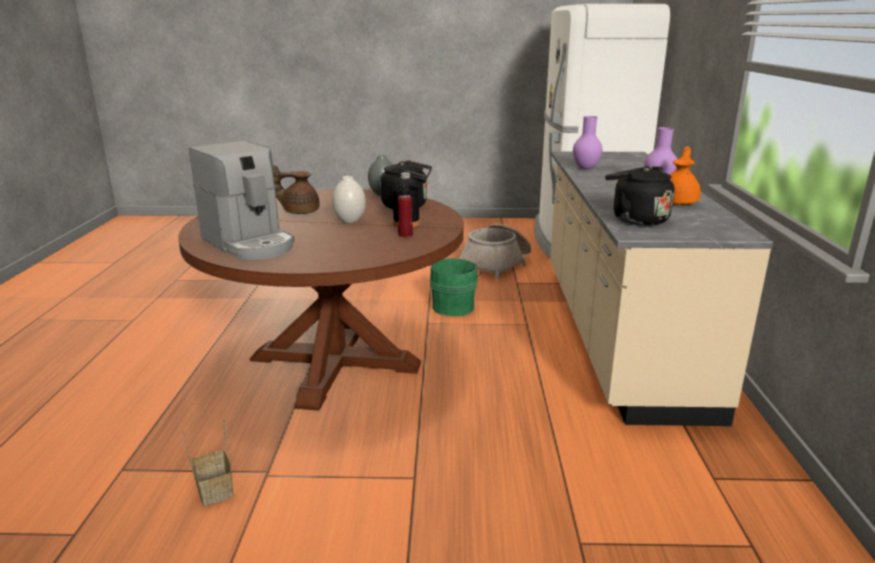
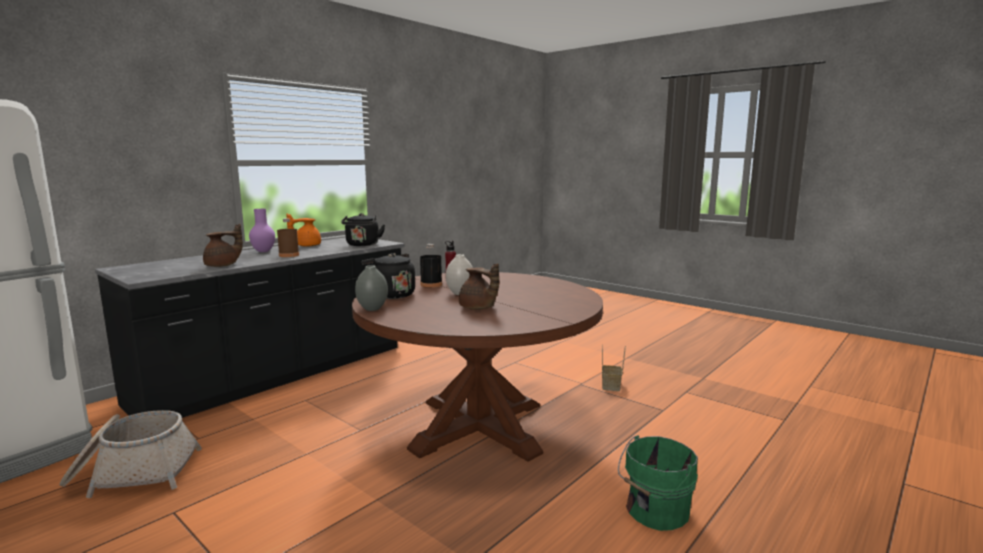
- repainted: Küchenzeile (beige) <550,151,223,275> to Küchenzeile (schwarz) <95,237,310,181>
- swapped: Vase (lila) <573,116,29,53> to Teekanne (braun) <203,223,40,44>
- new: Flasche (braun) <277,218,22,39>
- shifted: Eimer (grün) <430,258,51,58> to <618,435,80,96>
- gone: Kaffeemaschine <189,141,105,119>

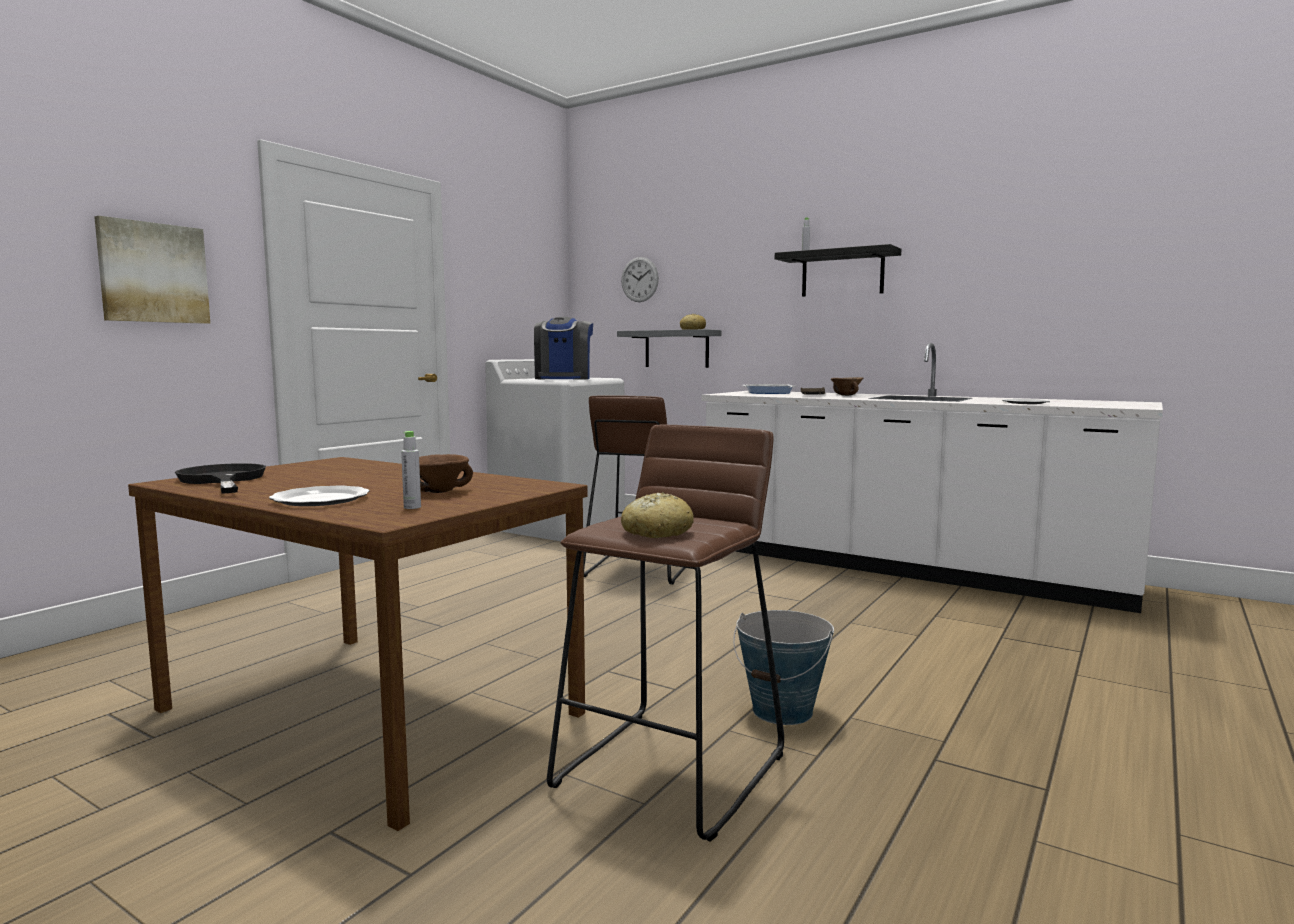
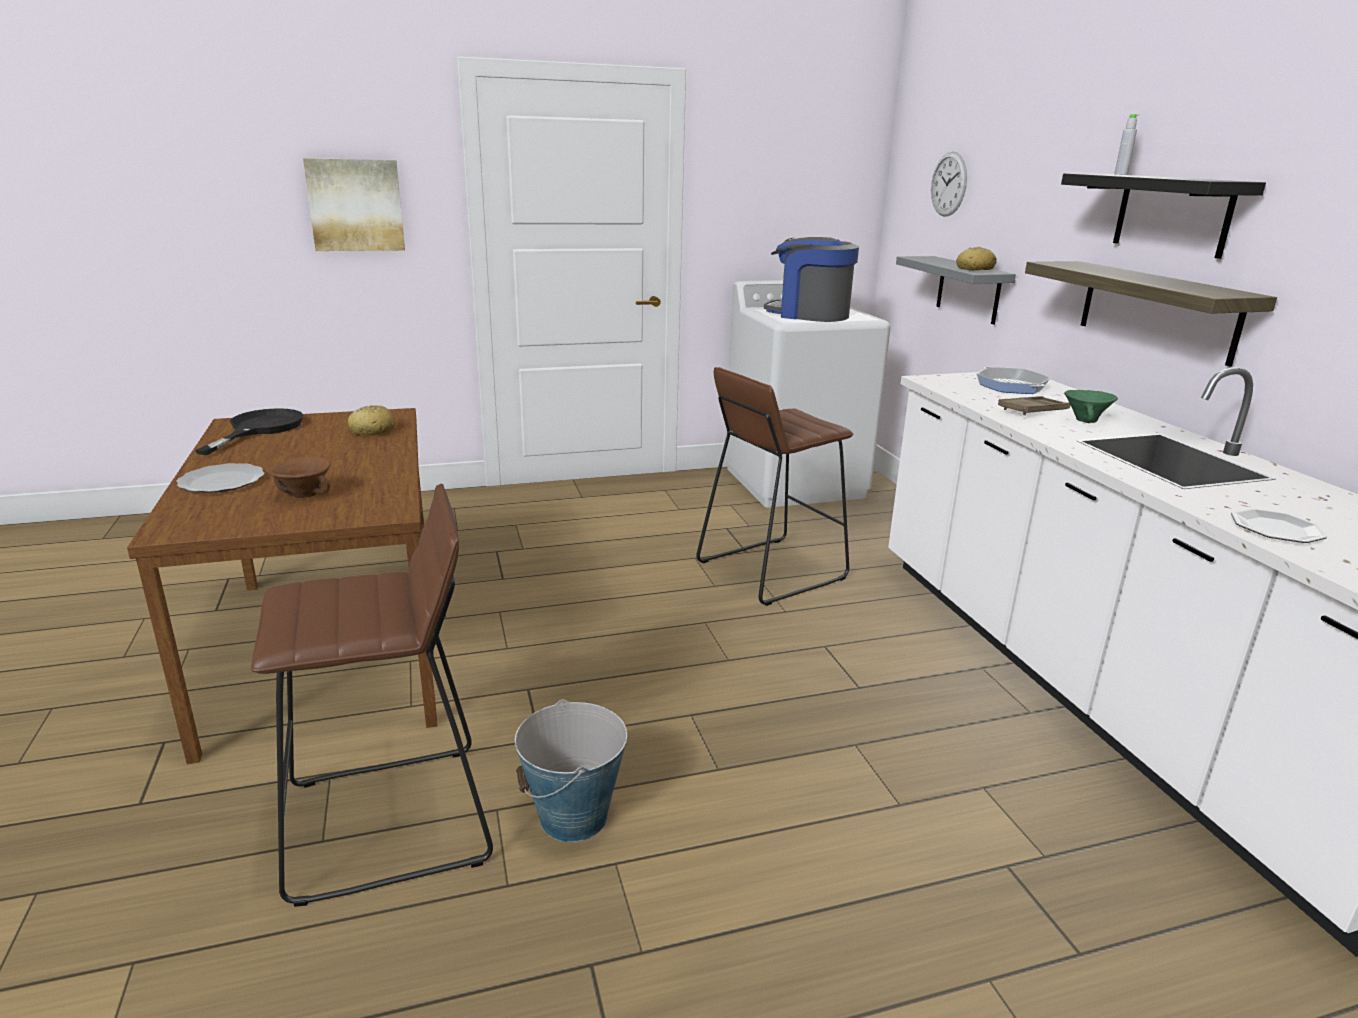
- shifted: Brot <621,492,73,46> to <348,405,46,31>
- rotated: Kaffeemaschine <534,317,59,63> = <764,237,95,85> 75 degrees clockwise
- new: Wandregal <1025,261,252,106>
- repainted: Schüssel (braun) <831,377,32,19> to Schüssel (grün) <1064,390,54,33>
- gone: Flasche (grau) <401,431,20,78>

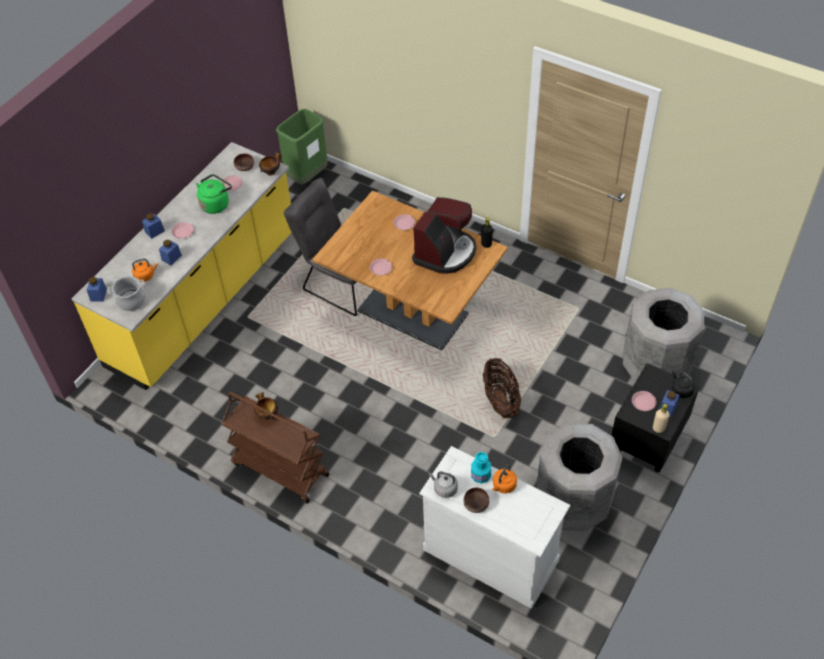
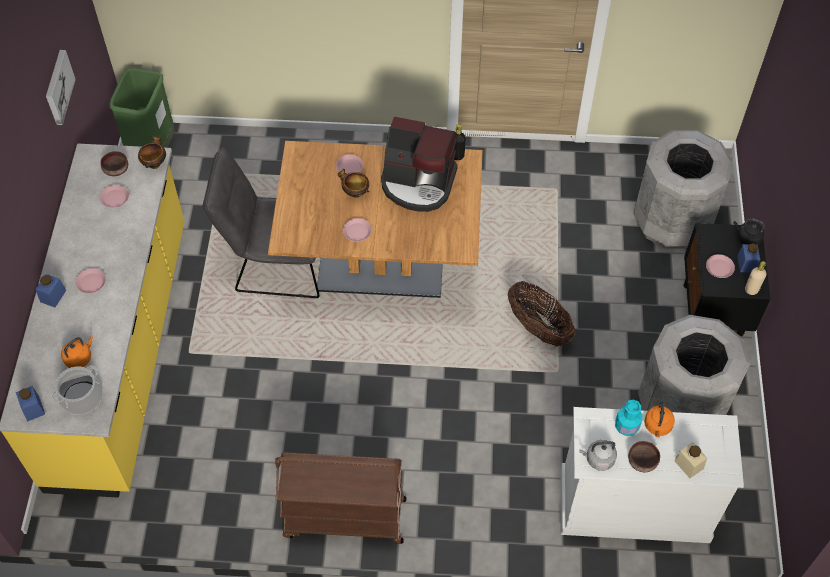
- new: Bild <46,50,30,75>
- shifted: Schüssel <254,392,24,28> to <338,169,31,29>
- rotated: Kaffeemaschine <412,197,64,77> = <381,117,77,95> 105 degrees clockwise
- new: Vorratsglas (beige) <675,442,32,36>
- gone: Vorratsglas (blau) <159,240,23,25>
- gone: Wasserkessel (grün) <196,174,36,40>

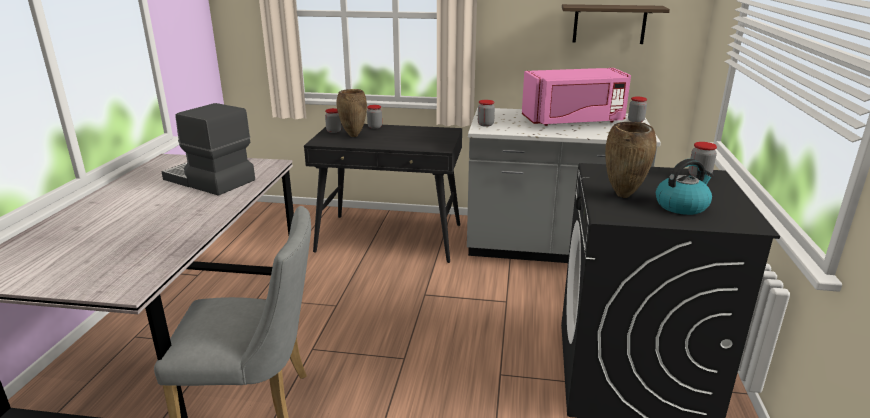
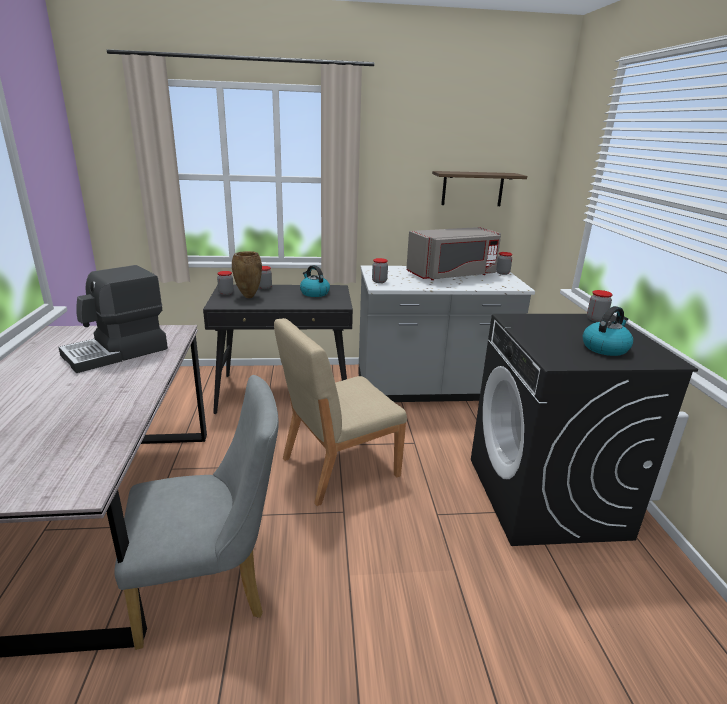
- rotated: Kaffeemaschine <161,103,94,93> = <58,265,110,108> 60 degrees counterclockwise
- new: Stuhl (beige) <274,318,133,188>
- new: Wasserkessel <300,265,30,32>
- repainted: Mikrowelle (rosa) <522,68,109,58> to Mikrowelle (grau) <406,227,95,53>
- gone: Vase (braun) <605,122,52,76>

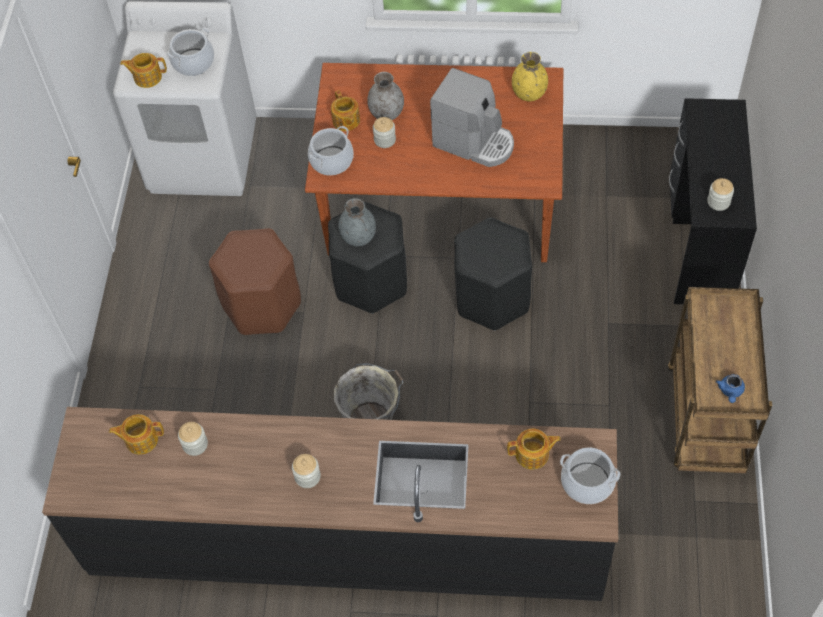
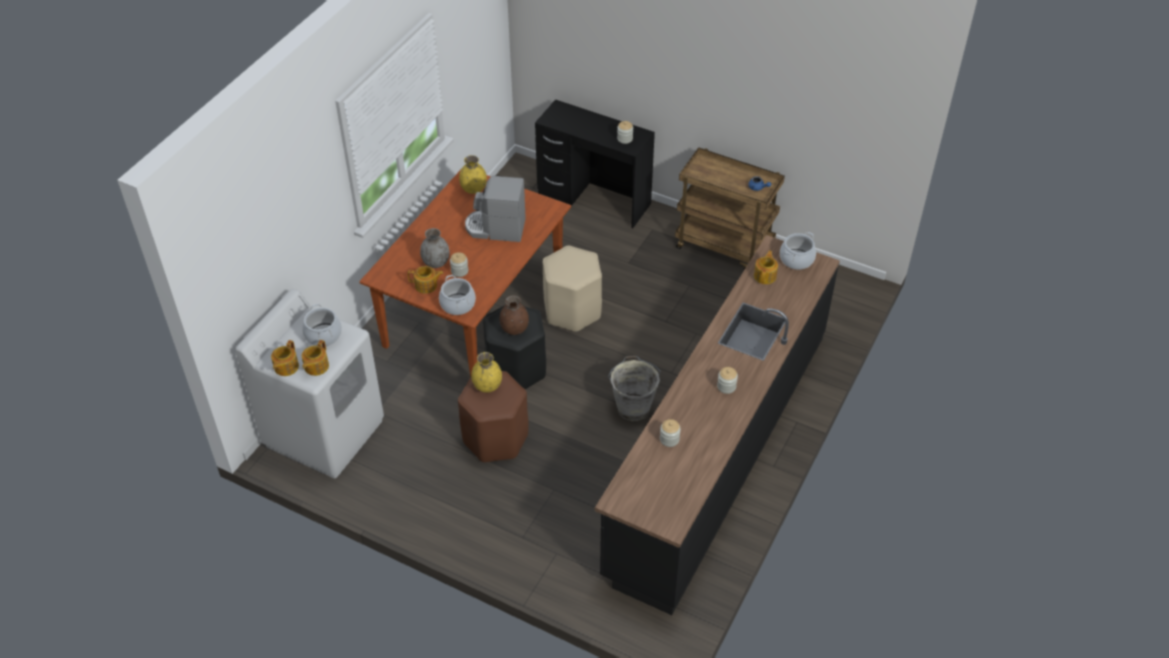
- shifted: Teekanne <109,414,55,41> to <271,340,28,36>
- rotated: Kaffeemaschine <430,68,84,99> = <465,176,61,66> 135 degrees counterclockwise
- new: Vase (gelb) <471,352,31,41>
- repainted: Vase (grau) <338,198,38,48> to Vase (braun) <499,295,30,40>
- repainted: Hocker (schwarz) <454,217,78,114> to Hocker (beige) <543,246,59,86>

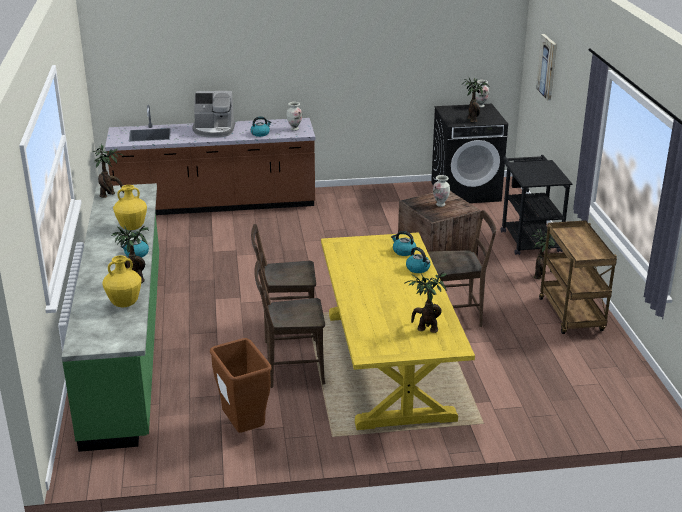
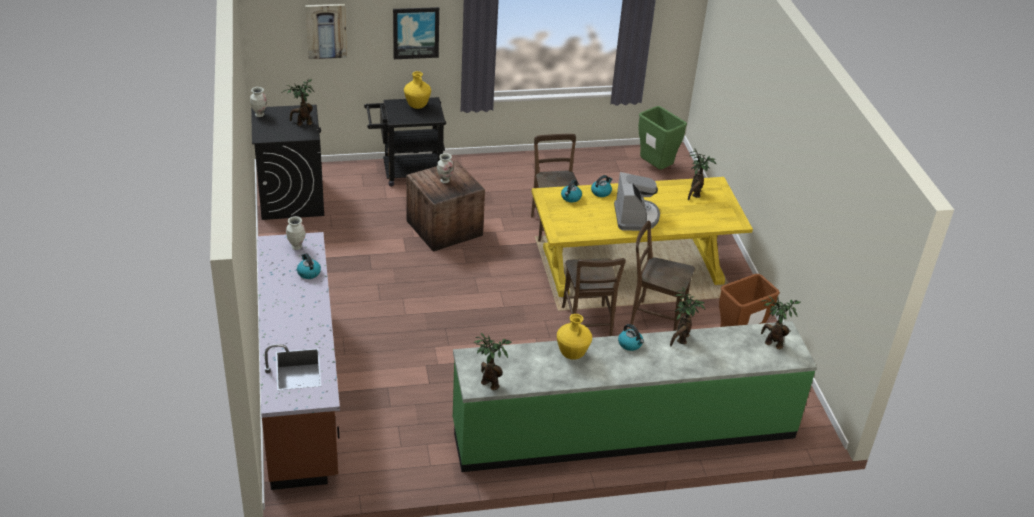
- new: Bild <393,7,46,52>
- shifted: Vase (gelb) <102,255,40,53> to <404,71,27,38>
- shifted: Kaffeemaschine <192,91,43,47> to <614,172,46,59>
- rotated: Stuhl (braun) <254,261,72,127> = <630,221,65,110> 120 degrees clockwise
- new: Mülleimer (grün) <639,106,48,63>
- shifted: Topfpflanze <531,229,25,50> to <761,296,39,53>
- gone: Rollwagen (braun) <539,220,78,114>

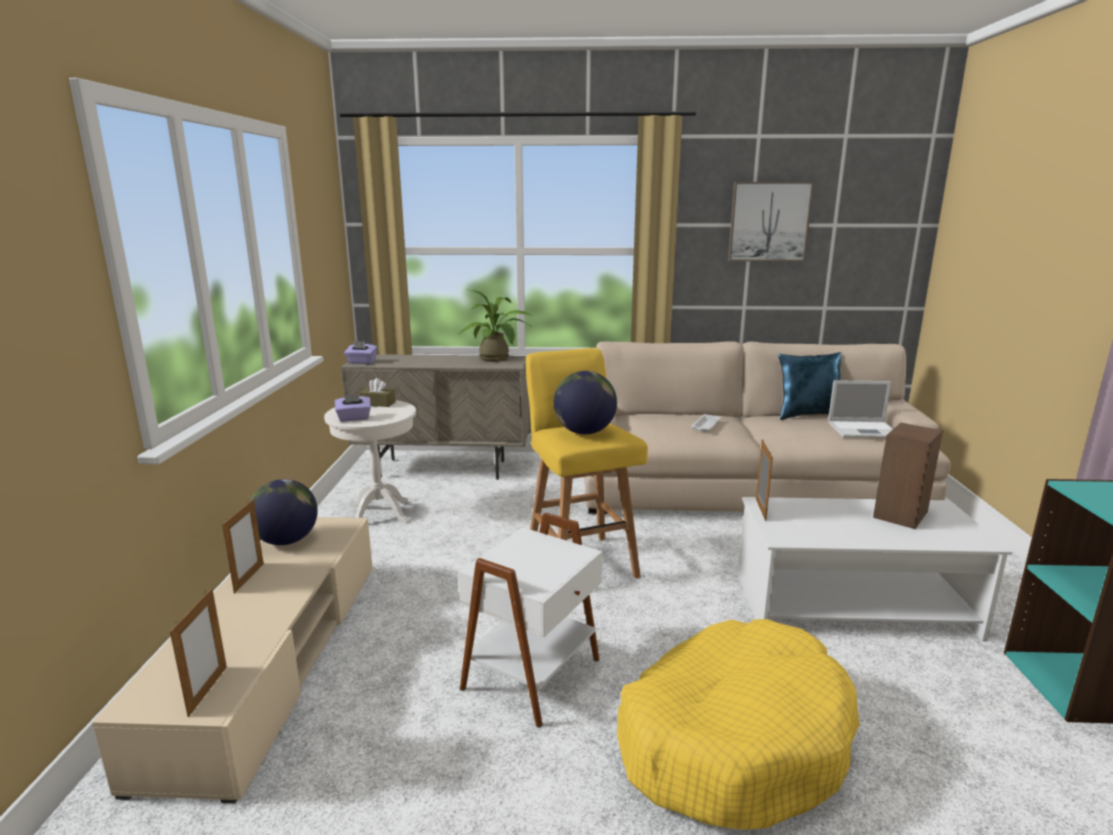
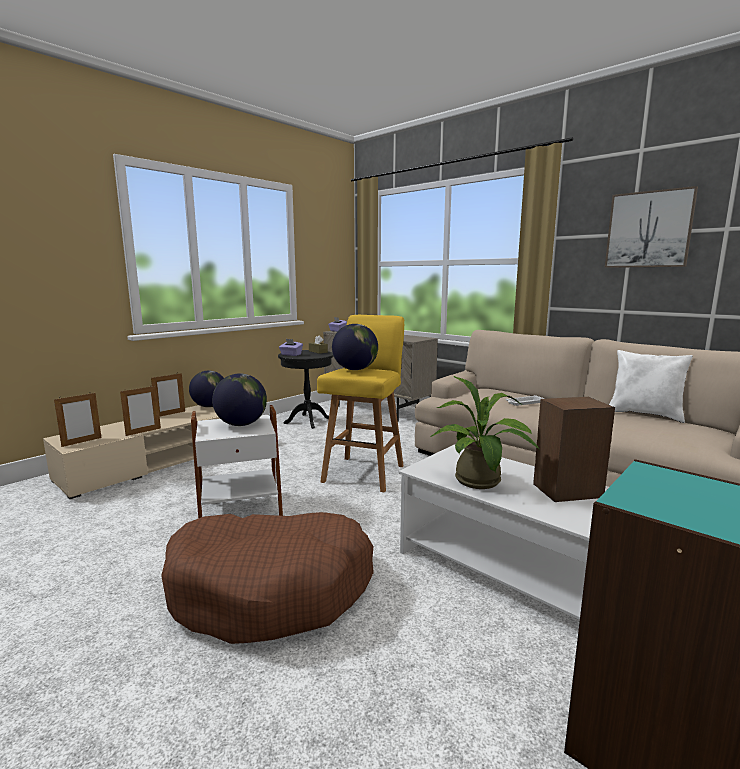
- shifted: Bilderrahmen <756,439,17,82> to <120,386,41,50>
- repainted: Hundebett (gelb) <617,619,243,211> to Hundebett (braun) <161,512,213,132>
- new: Globus <212,373,55,53>
- repainted: Beistelltisch (weiß) <324,400,92,124> to Beistelltisch (schwarz) <278,350,56,79>
- shifted: Topfpflanze <458,289,75,73> to <430,376,110,113>
- repainted: Kissen (blau) <778,352,64,68> to Kissen (weiß) <609,350,84,73>
- gone: Laptop <828,380,65,58>

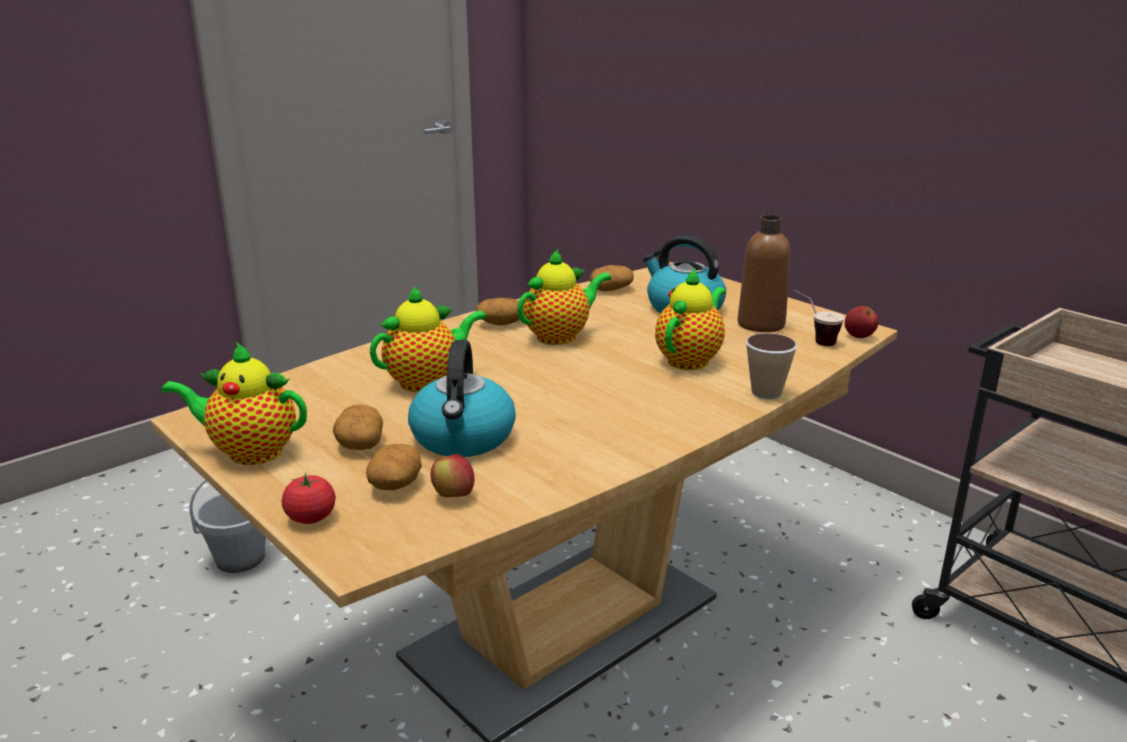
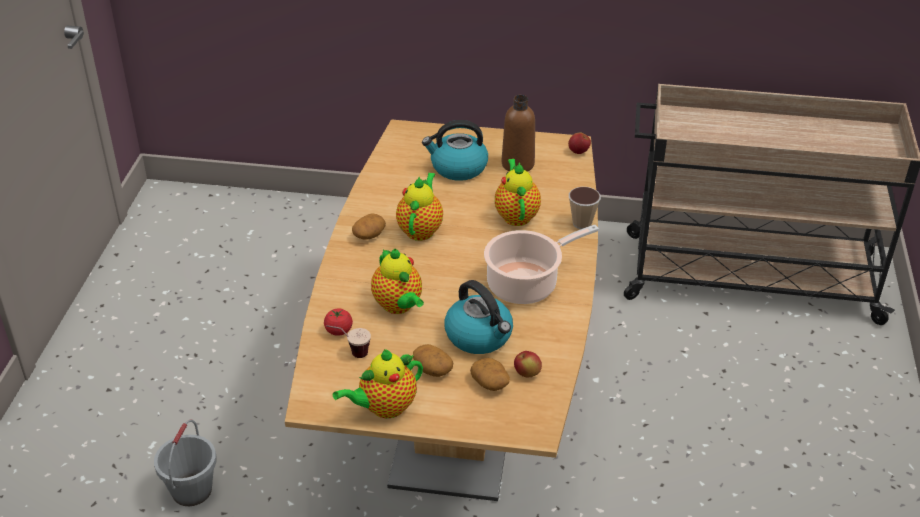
- shifted: Tomate <282,473,54,51> to <324,308,29,28>
- shifted: Tasse <794,290,50,56> to <326,325,45,33>
- rotated: Teekanne <370,285,117,107> = <371,249,53,65> 135 degrees clockwise
- new: Kochtopf <484,225,115,79>
- gone: Kartoffel <589,265,45,27>

